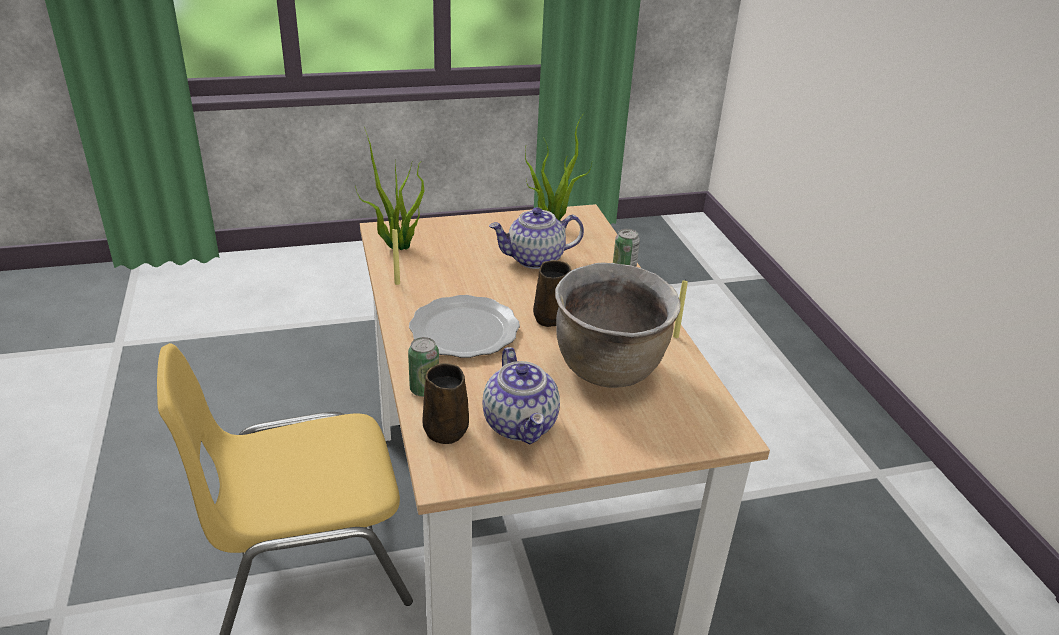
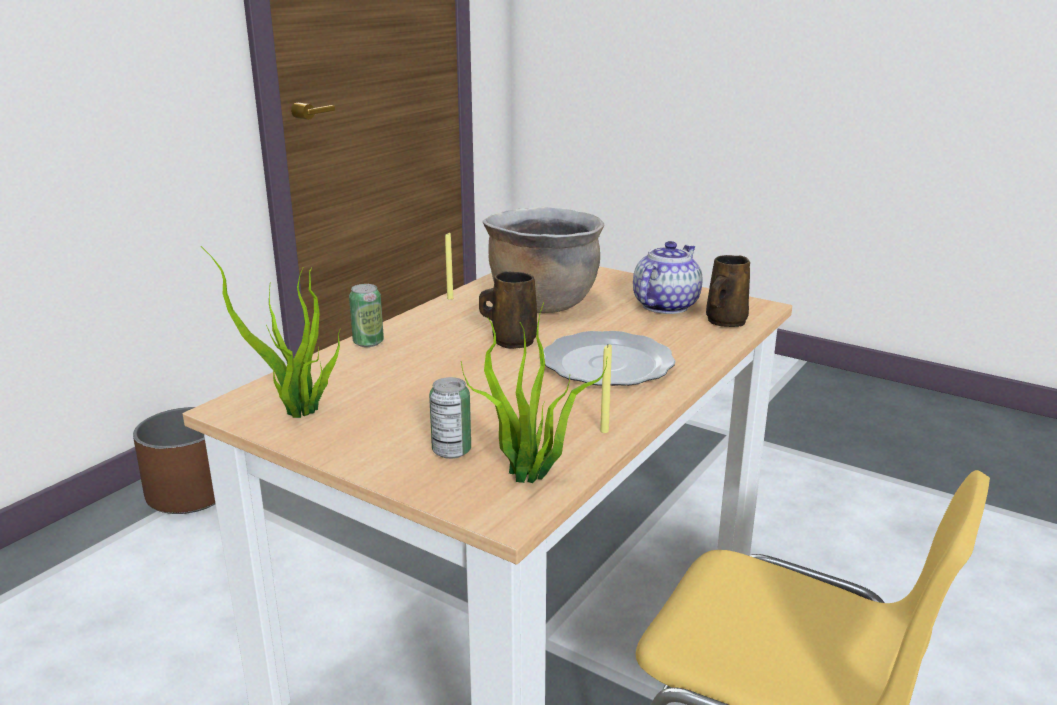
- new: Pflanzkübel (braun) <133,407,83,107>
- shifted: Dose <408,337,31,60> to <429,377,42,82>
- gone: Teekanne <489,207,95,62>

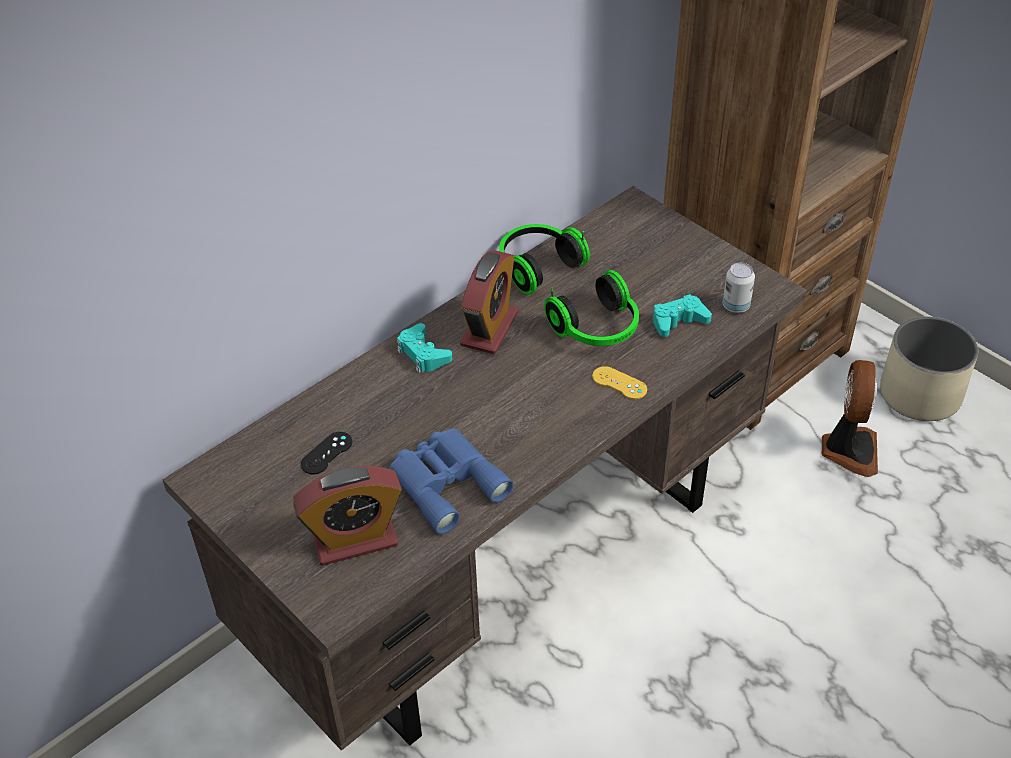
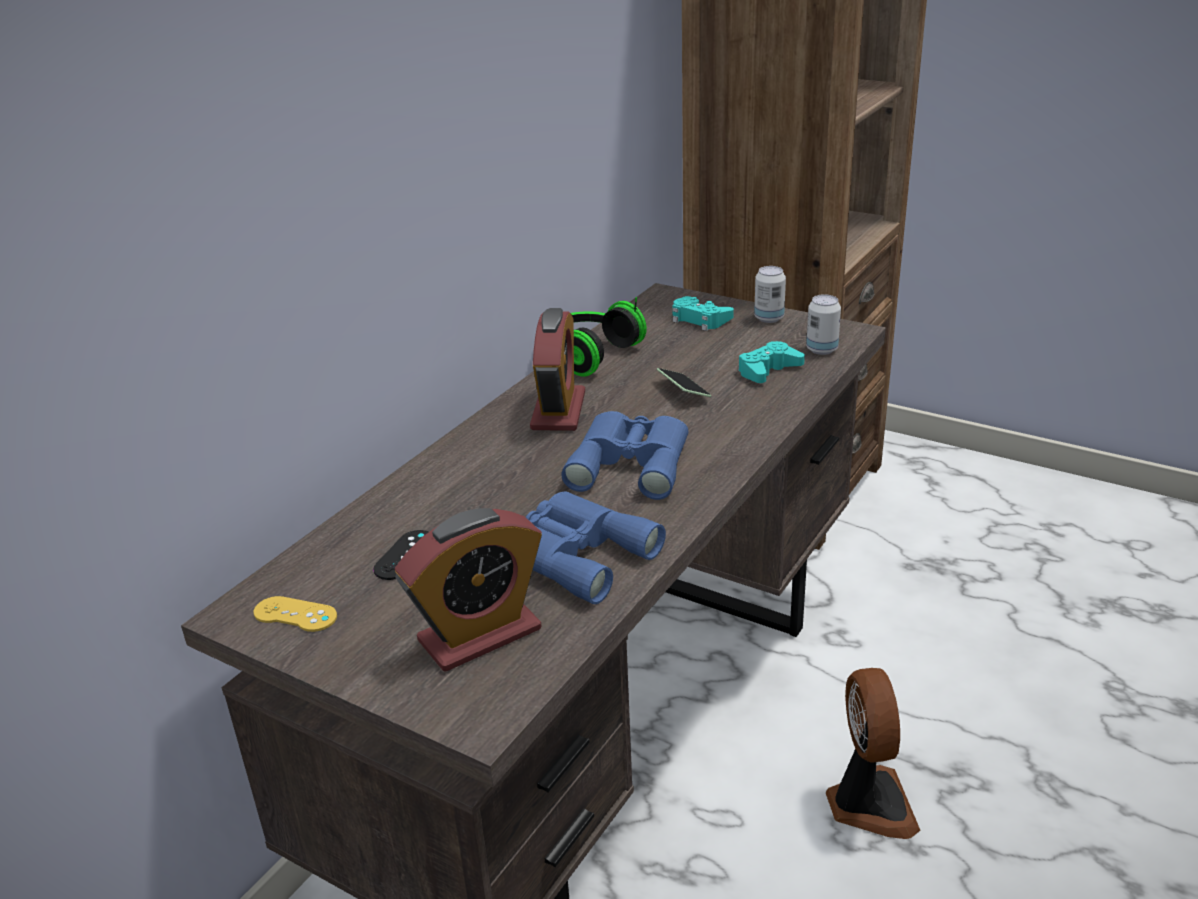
- shifted: Gamepad (gelb) <592,366,55,33> to <253,596,84,36>
- new: Fernglas (blau) <561,411,128,89>
- swapped: Kopfhörer <544,270,95,76> to Handy <657,368,54,29>
- shifted: Gamepad (türkis) <397,323,55,50> to <672,296,62,35>
- new: Dose <754,266,32,57>
- shifted: Ventilator <822,360,56,117> to <826,668,94,171>
- gone: Pflanzkübel (beige) <880,317,98,104>

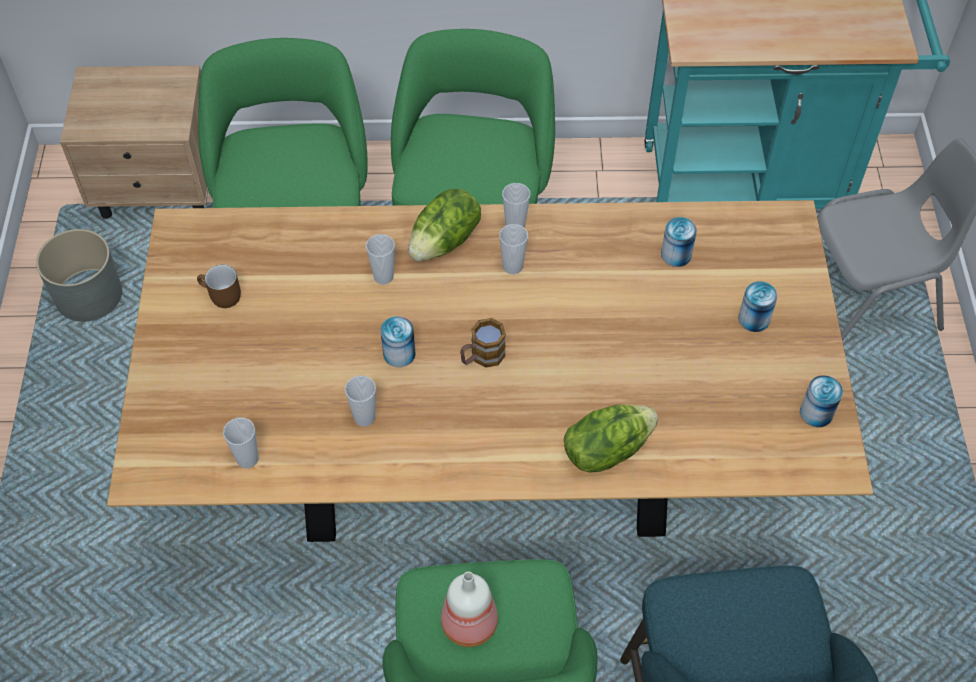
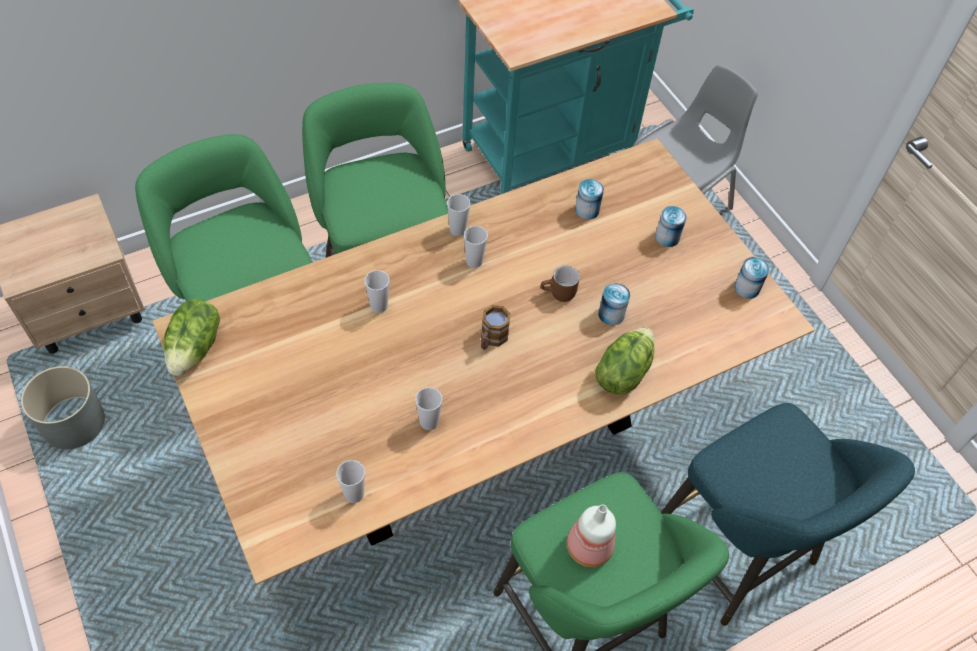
- shifted: Salatkopf <408,189,73,72> to <163,299,57,77>
- shifted: Henkelbecher (braun) <197,265,44,43> to <541,265,39,37>
- shifted: Dose <381,316,35,51> to <598,283,32,42>

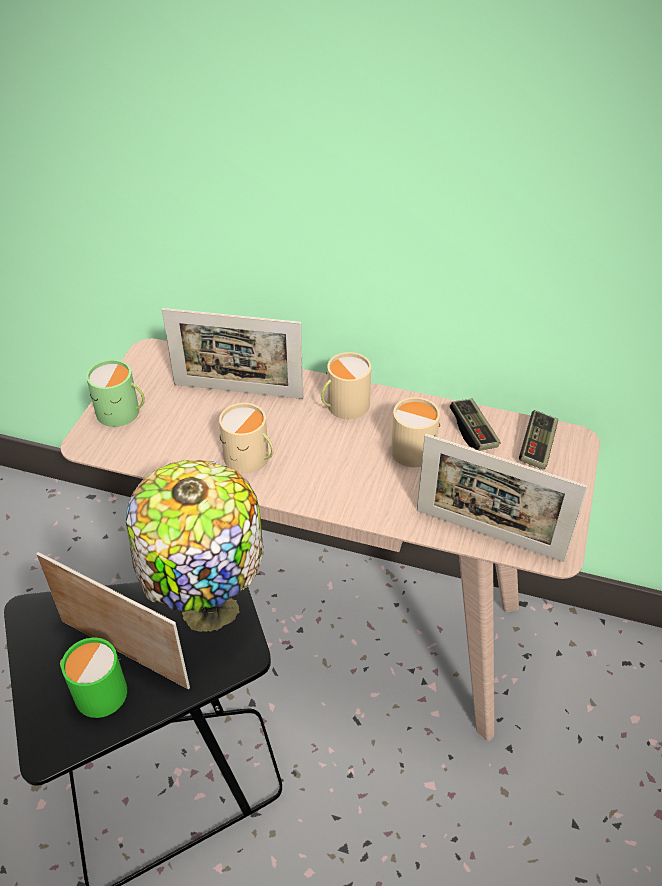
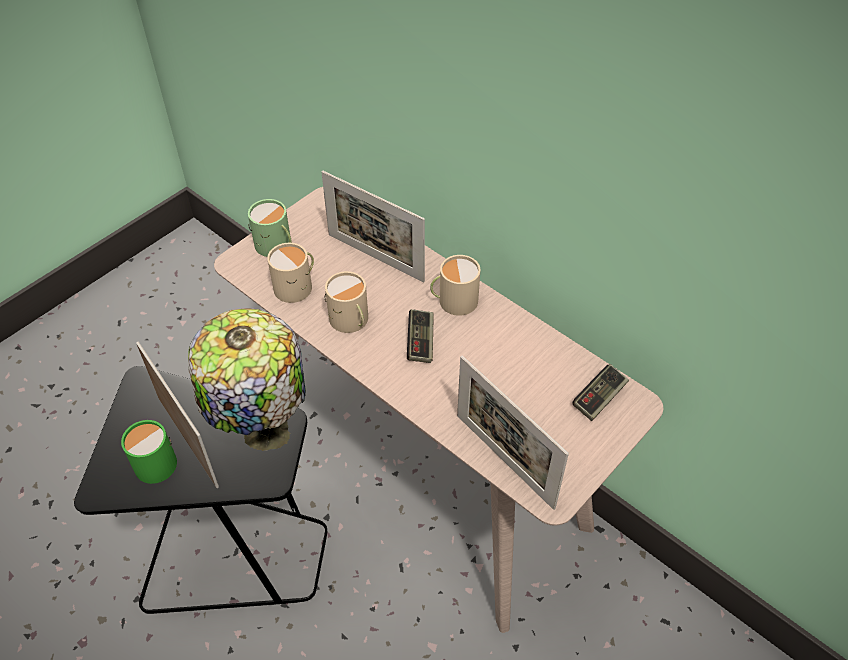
- shifted: Henkelbecher (beige) <391,397,49,70> to <267,243,47,60>
- shifted: Gamepad <450,399,51,52> to <407,309,27,54>

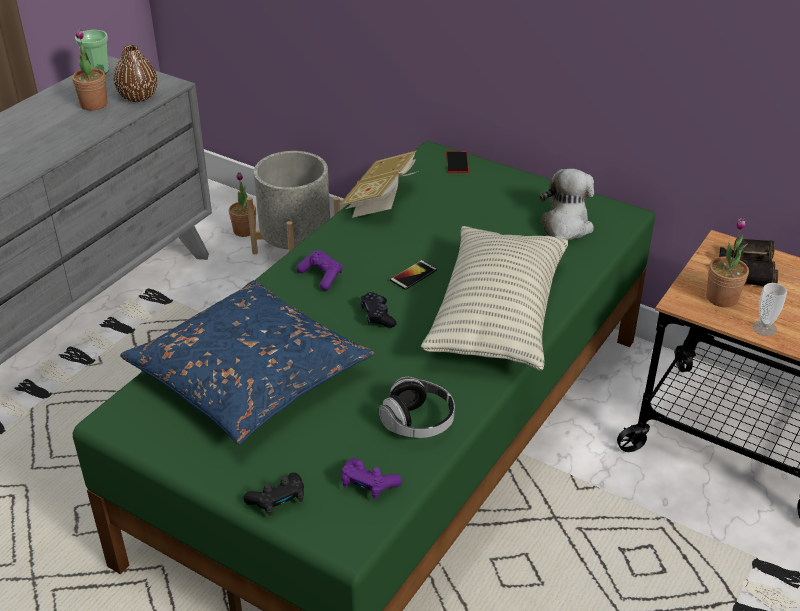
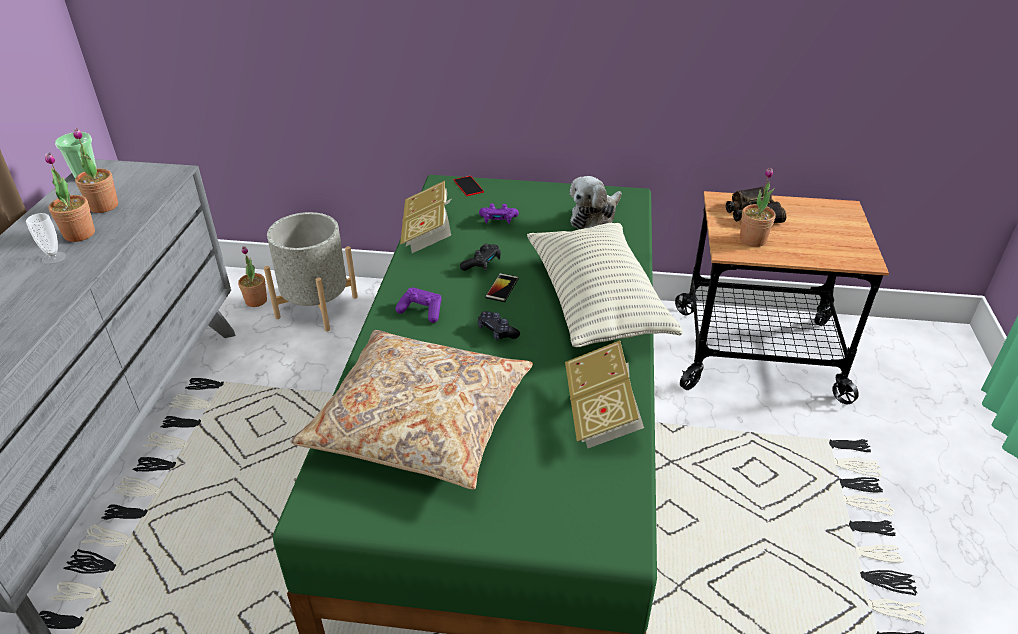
- shifted: Tasse <752,283,35,53> to <26,213,40,51>
- new: Topfpflanze <45,152,50,90>
- repainted: Kissen (blau) <120,280,254,164> to Kissen (beige) <290,330,243,160>
- shifted: Gamepad (schwarz) <244,472,60,44> to <460,244,41,27>
- shifted: Gamepad (lila) <342,458,60,41> to <479,204,40,20>
- swapped: Kopfhörer <379,377,76,61> to Buch <565,340,79,108>
- rotated: Plüschtier <540,168,54,73> = <570,176,52,53> 135 degrees counterclockwise
- gone: Vase (braun) <114,45,43,57>

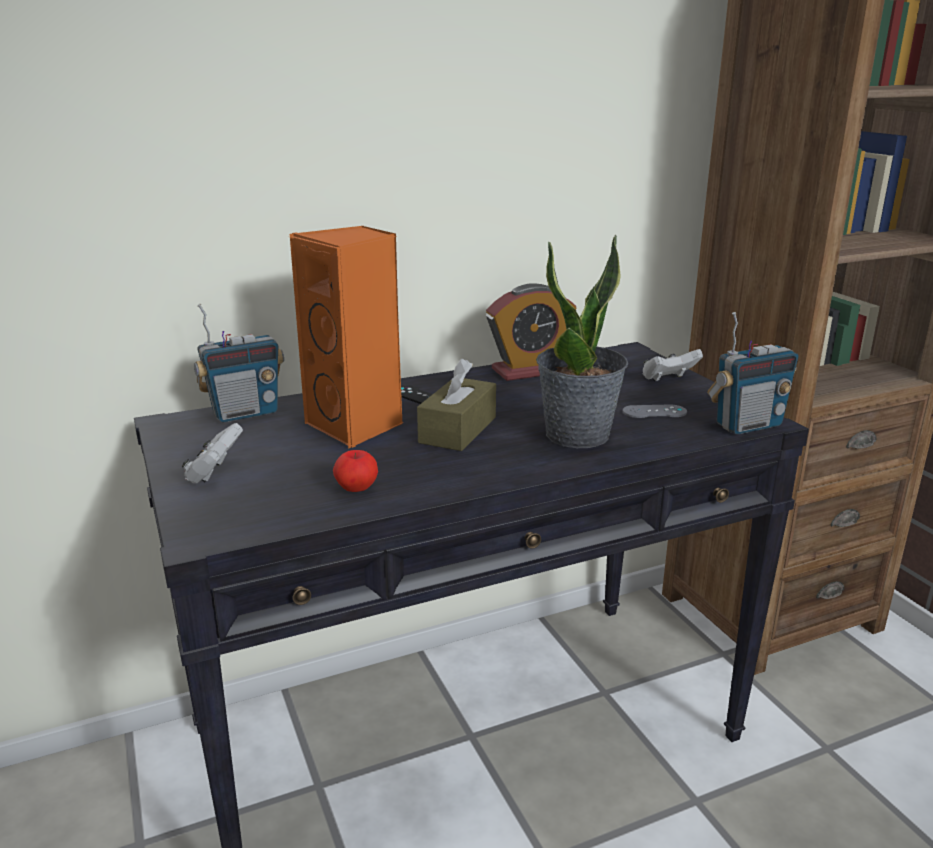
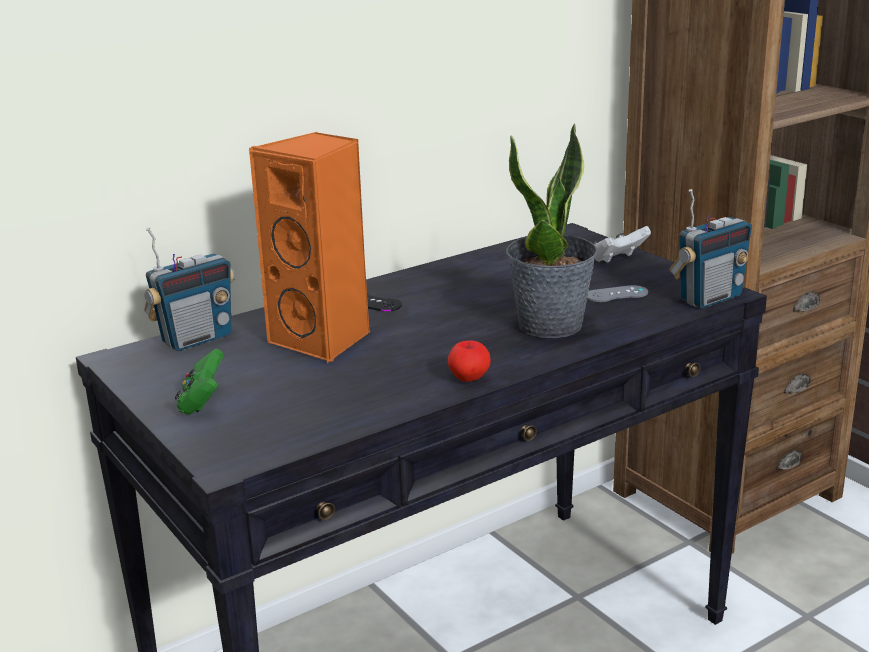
- repainted: Gamepad (weiß) <182,423,61,60> to Gamepad (grün) <175,349,49,66>
- shifted: Apfel <333,450,45,42> to <448,340,43,42>
- gone: Taschentuchbox (braun) <417,359,79,92>
- gone: Wecker <486,283,90,98>

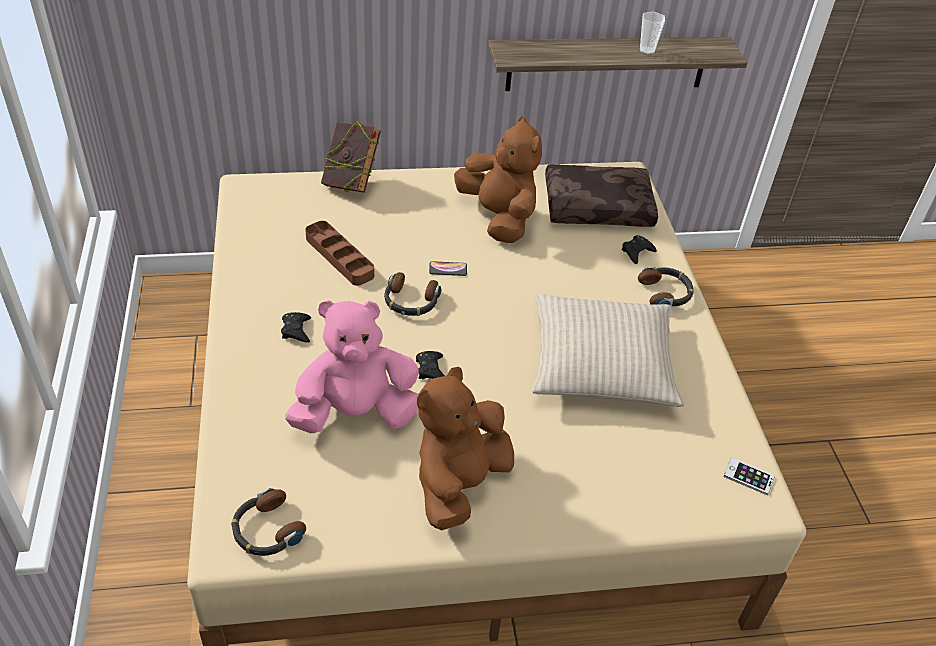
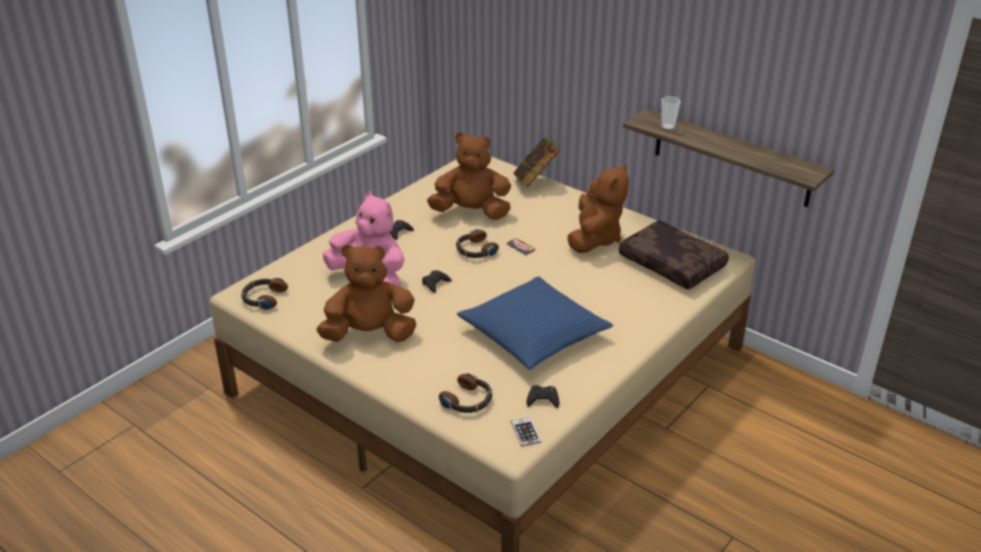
- swapped: Tablett (braun) <305,221,69,65> to Plüschtier (braun) <427,132,84,88>
- shifted: Kopfhörer <638,267,56,40> to <439,373,53,40>
- repainted: Kissen (beige) <532,294,152,113> to Kissen (blau) <457,276,156,94>
- shifted: Gamepad (schwarz) <621,235,36,29> to <526,385,33,23>
- shifted: Tasse <640,12,25,43> to <661,96,20,34>

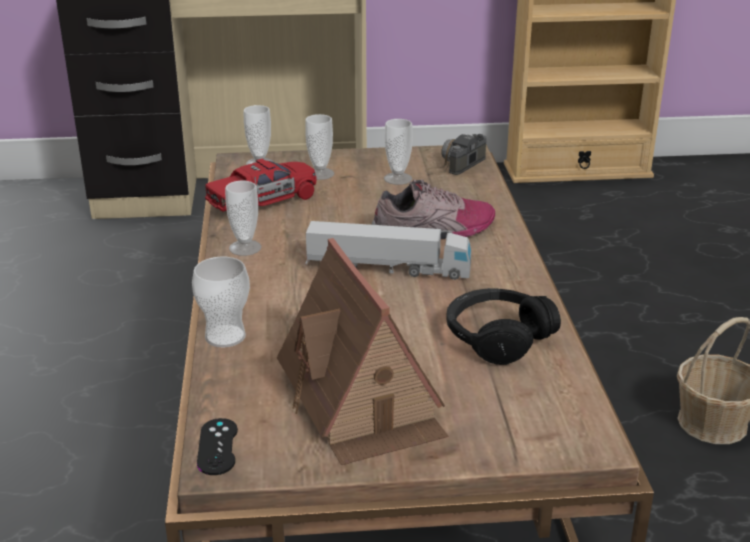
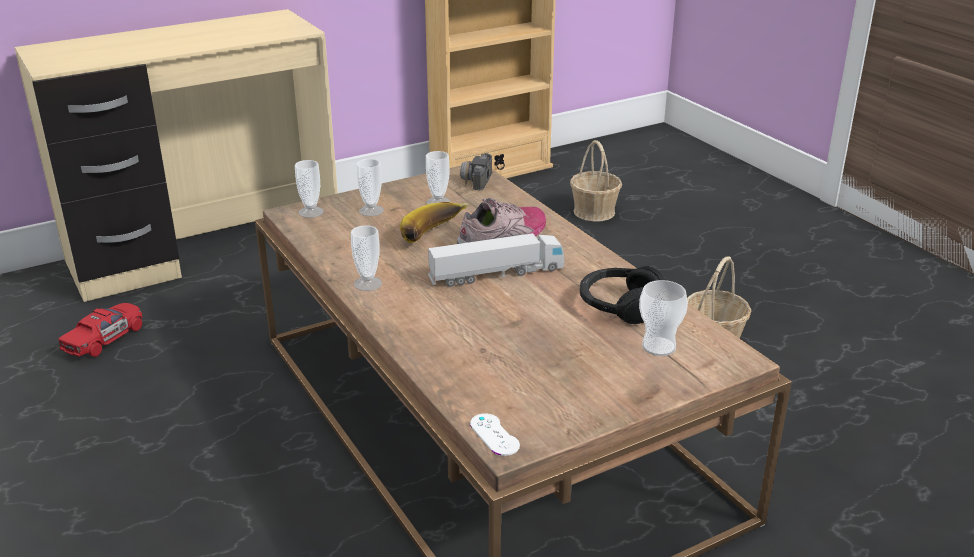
- shifted: Spielzeugauto (rot) <205,159,112,53> to <58,303,84,54>
- new: Banane <400,202,69,41>
- repainted: Gamepad (schwarz) <197,418,41,57> to Gamepad (weiß) <470,413,50,43>
- new: Korb <570,140,52,82>
- shifted: Tasse <192,257,58,90> to <639,280,49,76>
- gone: Spielzeughaus <277,238,172,227>

